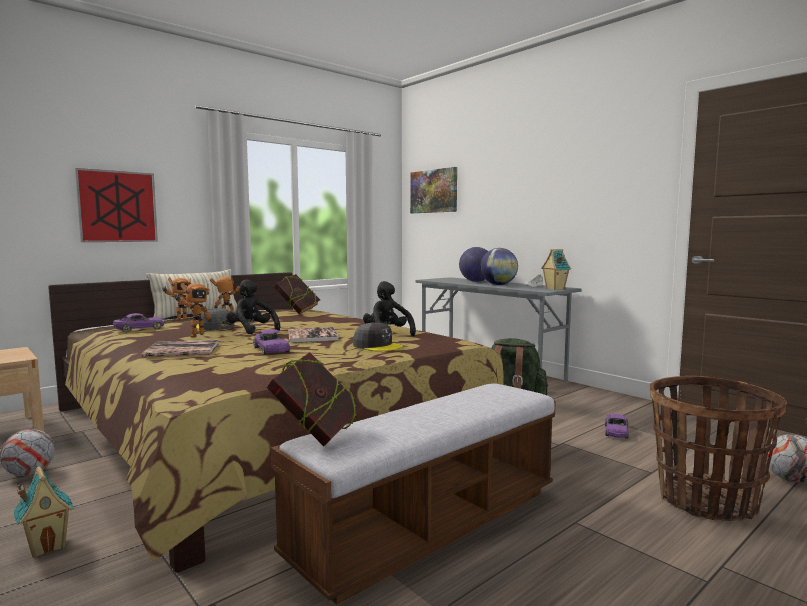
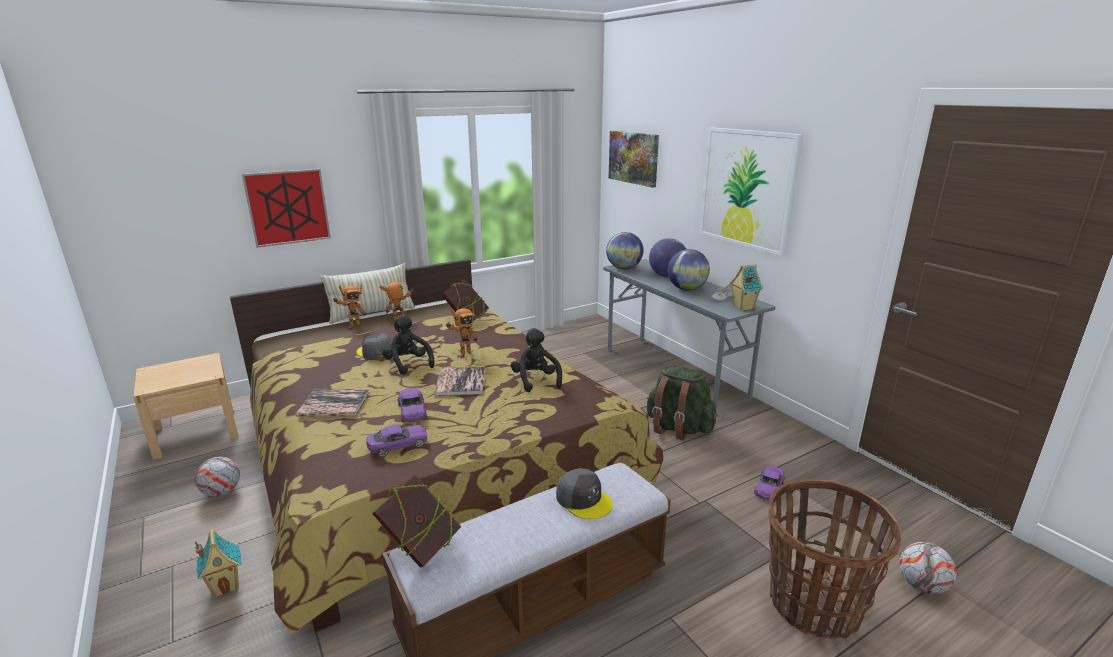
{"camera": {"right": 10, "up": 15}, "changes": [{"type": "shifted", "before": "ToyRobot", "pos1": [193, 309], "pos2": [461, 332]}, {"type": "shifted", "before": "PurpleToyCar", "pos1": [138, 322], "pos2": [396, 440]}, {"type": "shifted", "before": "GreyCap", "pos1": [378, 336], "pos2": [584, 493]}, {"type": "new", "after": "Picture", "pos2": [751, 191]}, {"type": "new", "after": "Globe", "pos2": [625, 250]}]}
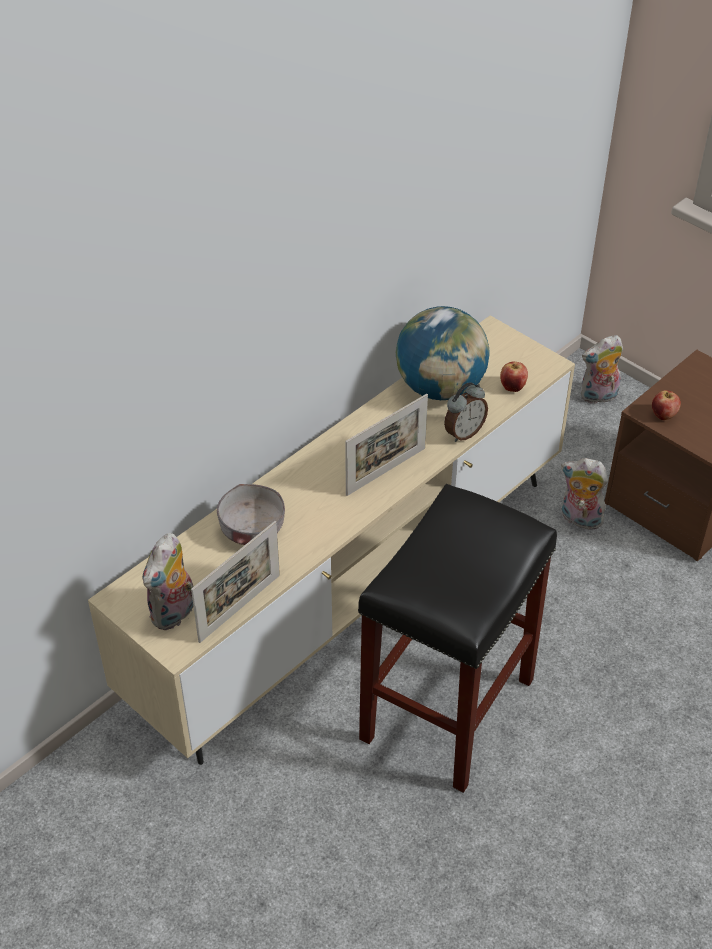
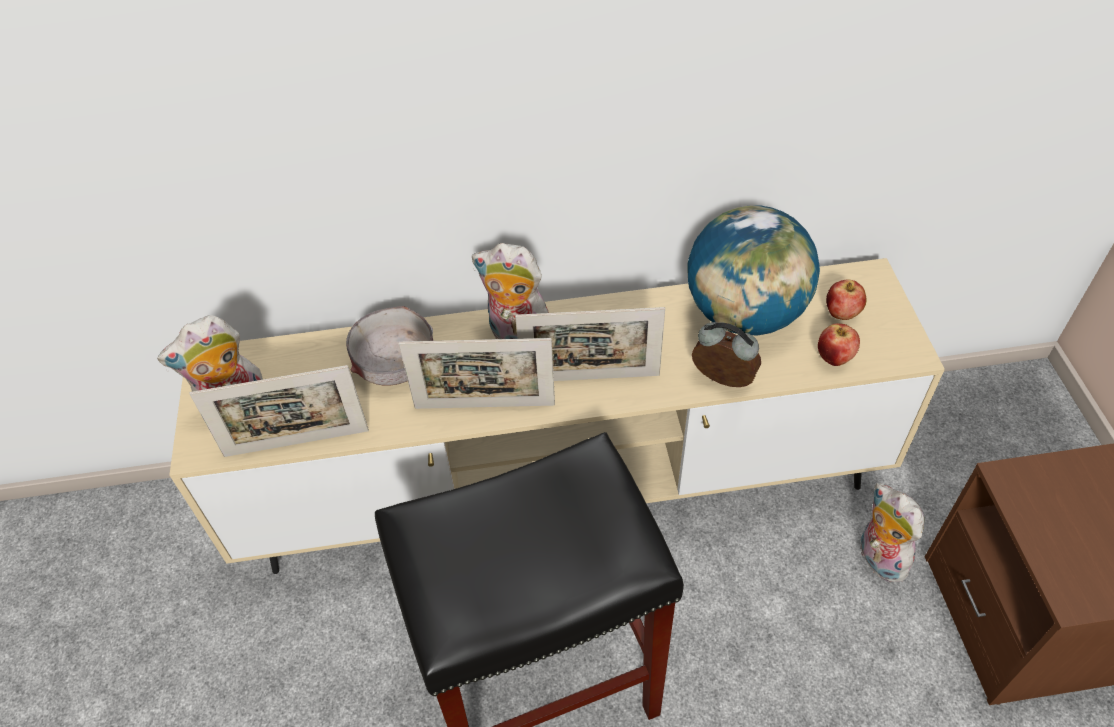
{"camera": {"right": 40, "up": 5}, "changes": [{"type": "shifted", "before": "PlushToy", "pos1": [602, 369], "pos2": [510, 291]}, {"type": "rotated", "before": "AlarmClock", "pos1": [466, 412], "pos2": [726, 354], "turn": -150}, {"type": "shifted", "before": "Apple", "pos1": [666, 405], "pos2": [846, 300]}, {"type": "new", "after": "PictureFrame", "pos2": [477, 373]}]}
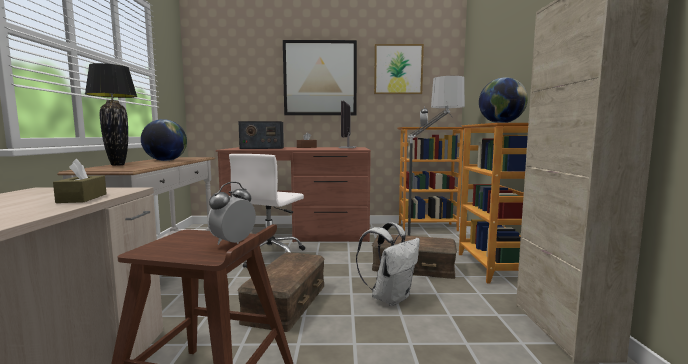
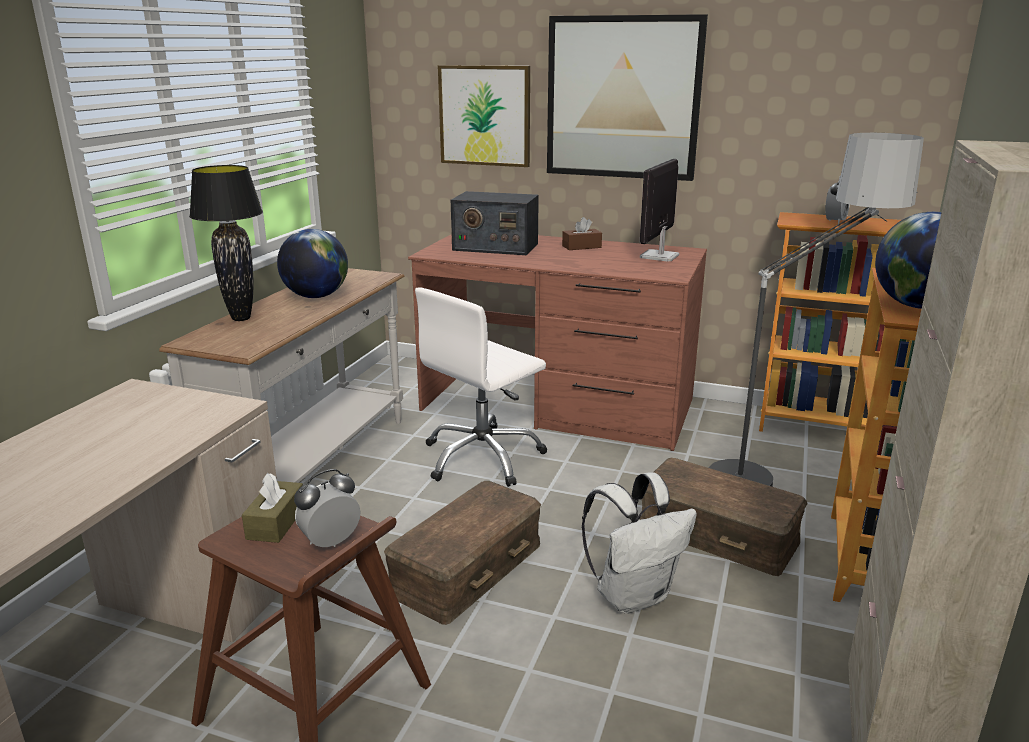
{"camera": {"right": 20, "up": 15}, "changes": [{"type": "shifted", "before": "Picture", "pos1": [399, 69], "pos2": [484, 116]}, {"type": "shifted", "before": "BrownTissueBox", "pos1": [80, 181], "pos2": [272, 508]}]}
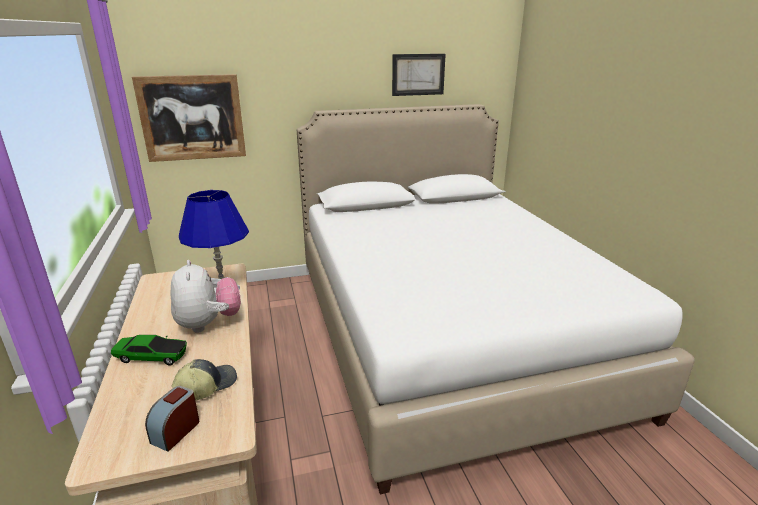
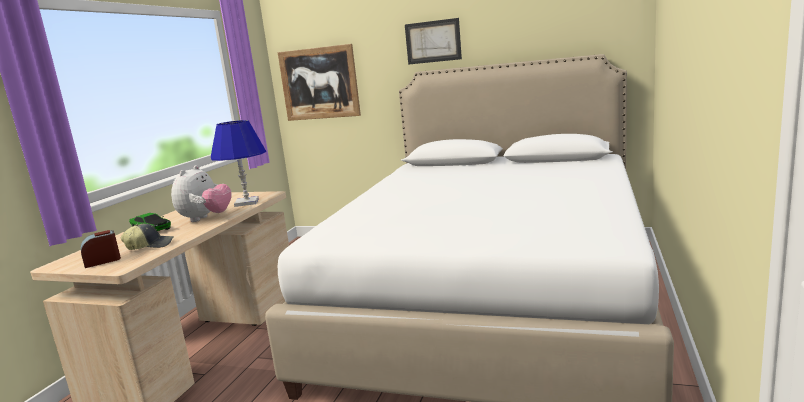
{"camera": {"right": 35, "up": -10}, "changes": [{"type": "shifted", "before": "Picture", "pos1": [419, 75], "pos2": [433, 41]}]}
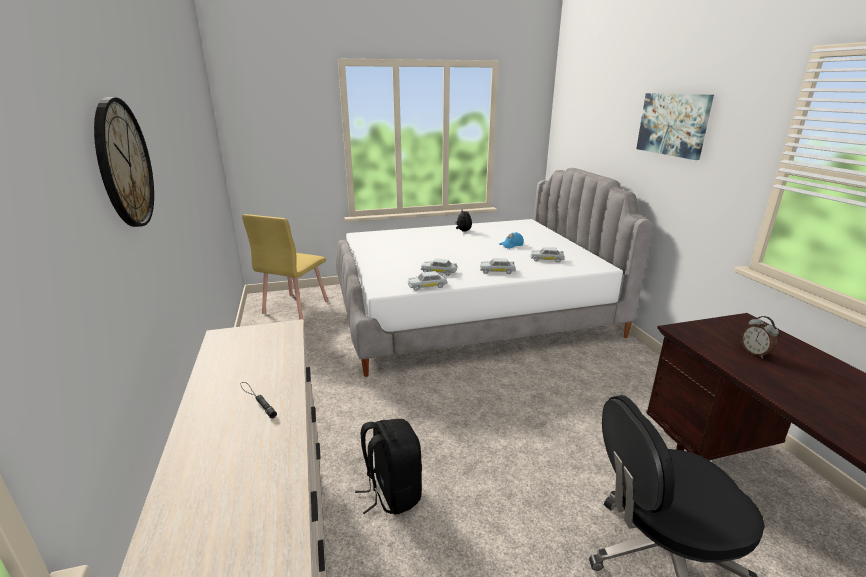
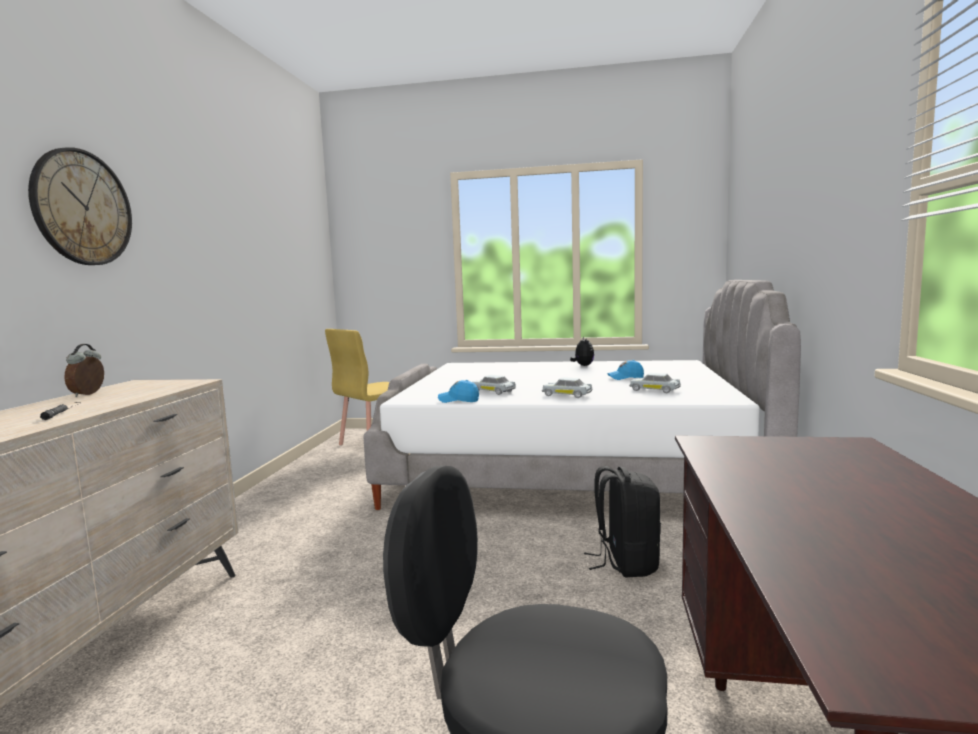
{"camera": {"right": 25, "up": -15}, "changes": [{"type": "gone", "before": "Picture", "pos1": [675, 126]}, {"type": "swapped", "before": "WhiteToyCar", "after": "BlueCap", "pos1": [427, 281], "pos2": [458, 391]}, {"type": "shifted", "before": "AlarmClock", "pos1": [760, 337], "pos2": [84, 370]}, {"type": "shifted", "before": "BlackBackpack", "pos1": [388, 467], "pos2": [622, 521]}]}
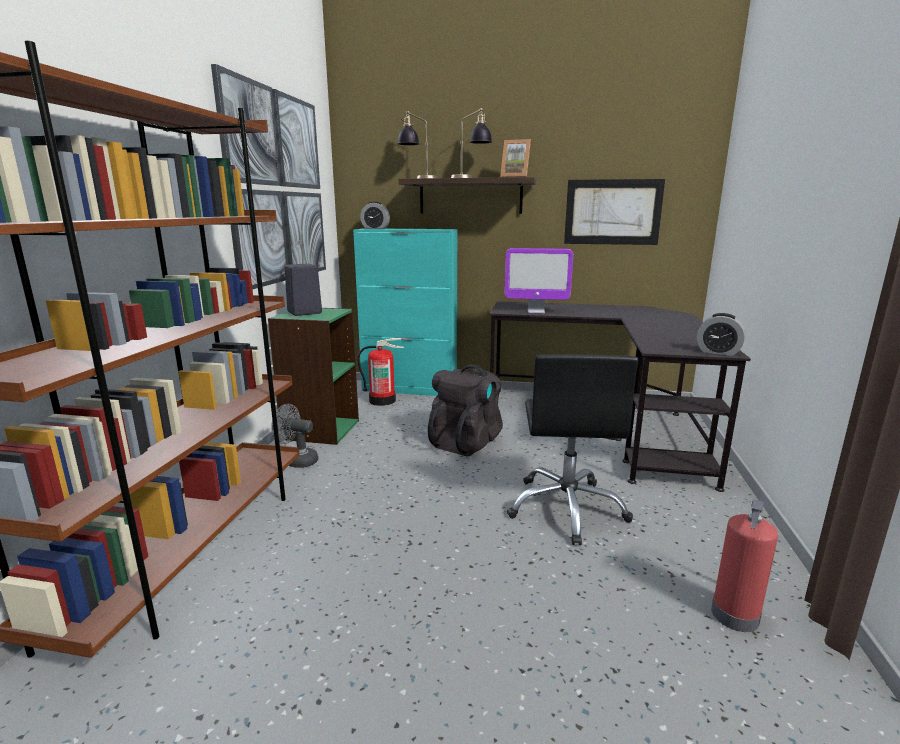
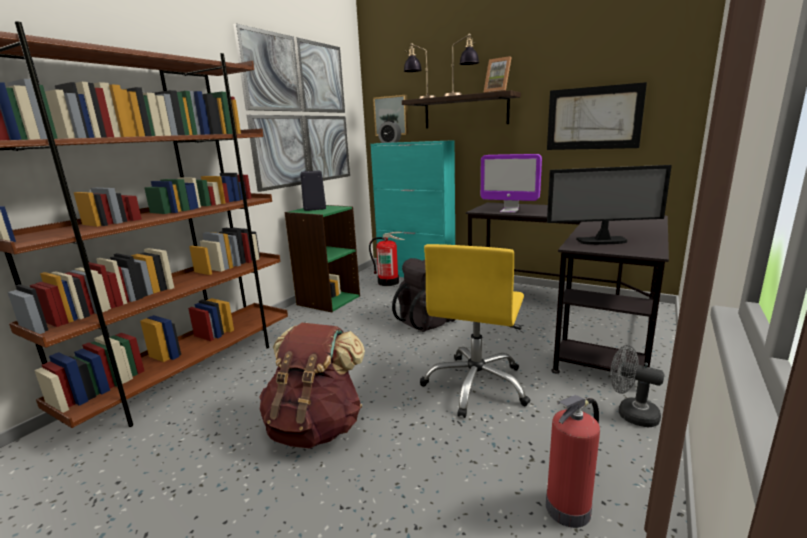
{"camera": {"right": 20, "up": 0}, "changes": [{"type": "gone", "before": "AlarmClock", "pos1": [721, 334]}, {"type": "repainted", "before": "BlackOfficeChair", "after": "YellowOfficeChair", "pos1": [572, 449], "pos2": [475, 331]}, {"type": "shifted", "before": "GreyFan", "pos1": [295, 436], "pos2": [637, 386]}, {"type": "new", "after": "Picture", "pos2": [391, 115]}, {"type": "new", "after": "Monitor", "pos2": [609, 205]}, {"type": "new", "after": "BrownBackpack", "pos2": [312, 386]}]}
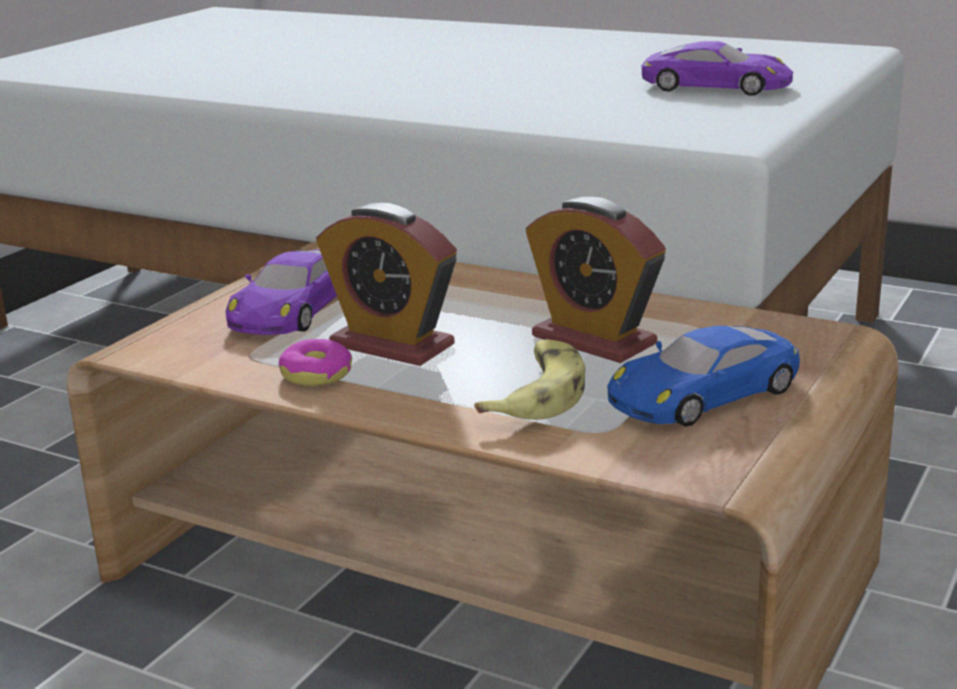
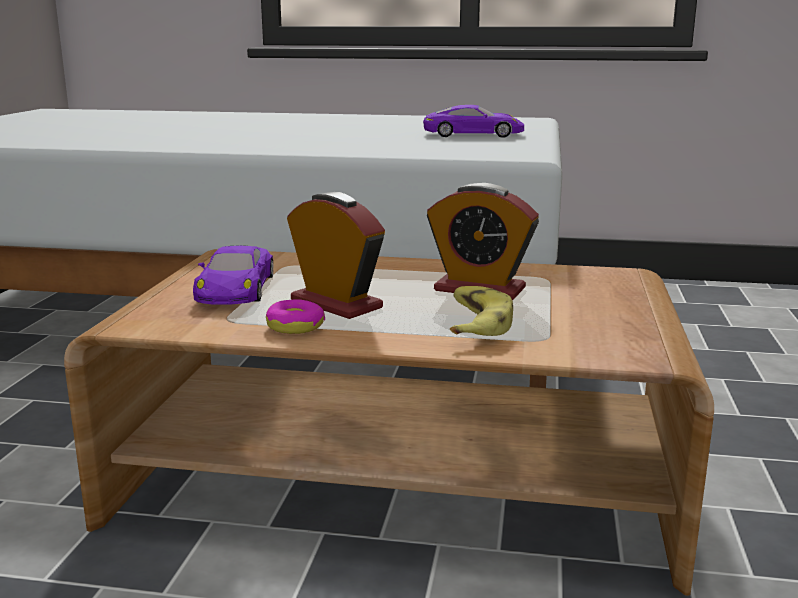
{"camera": {"right": -20, "up": -5}, "changes": [{"type": "rotated", "before": "AlarmClock", "pos1": [386, 284], "pos2": [336, 255], "turn": -150}, {"type": "gone", "before": "BlueToyCar", "pos1": [704, 376]}]}
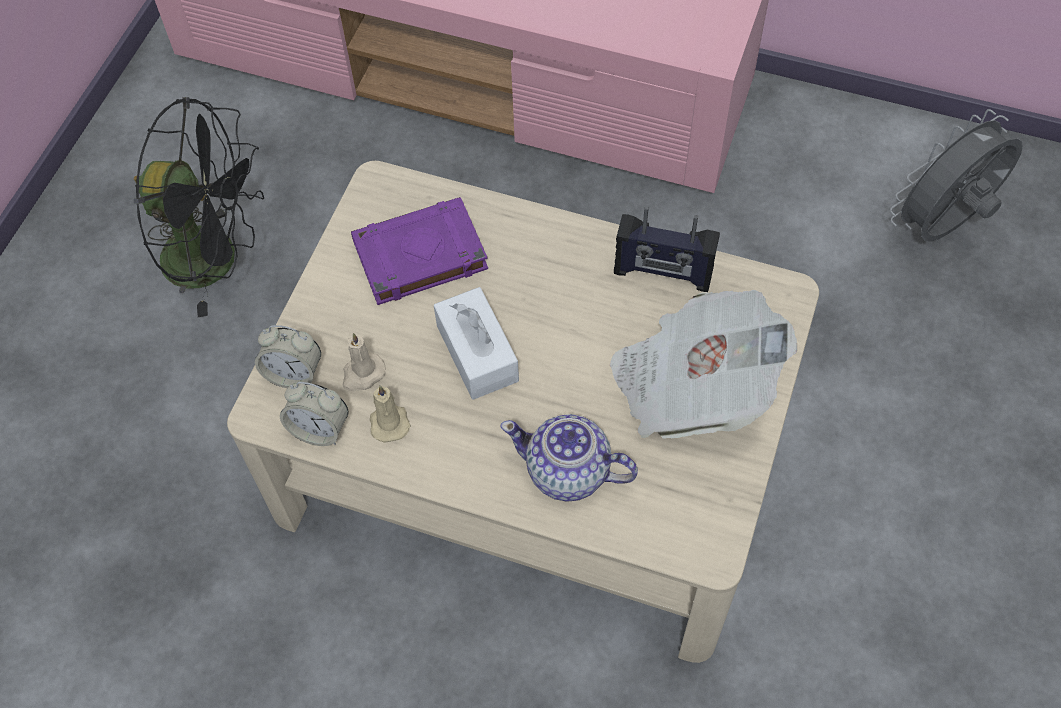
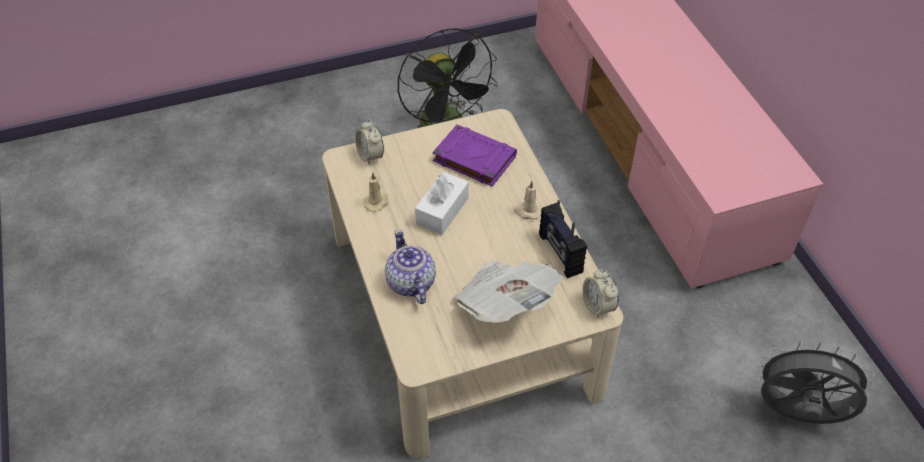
{"camera": {"right": 50, "up": -10}, "changes": [{"type": "shifted", "before": "BeigeCandle", "pos1": [364, 362], "pos2": [528, 200]}, {"type": "shifted", "before": "AlarmClock", "pos1": [314, 414], "pos2": [601, 294]}]}
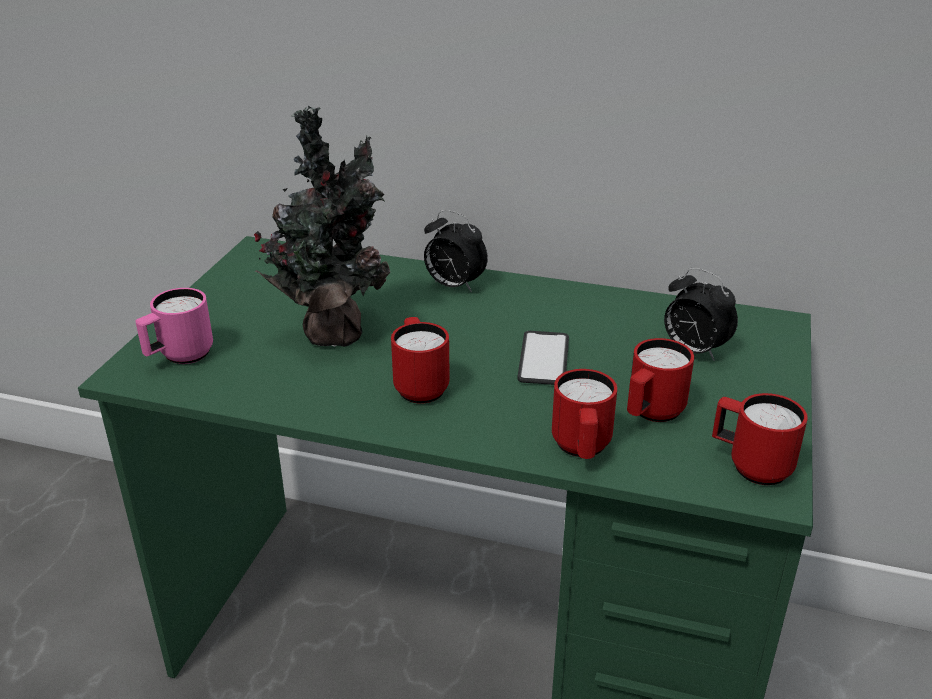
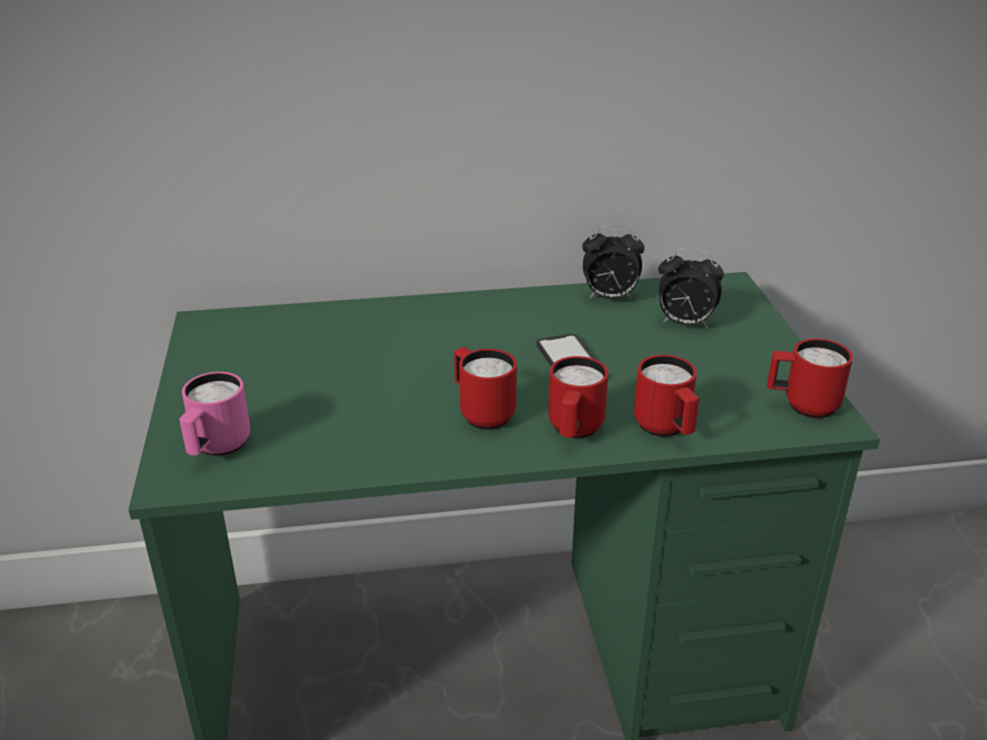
{"camera": {"right": -25, "up": 0}, "changes": [{"type": "gone", "before": "PottedPlant", "pos1": [322, 226]}, {"type": "shifted", "before": "AlarmClock", "pos1": [456, 251], "pos2": [613, 262]}, {"type": "shifted", "before": "RedMug", "pos1": [660, 380], "pos2": [578, 397]}]}
